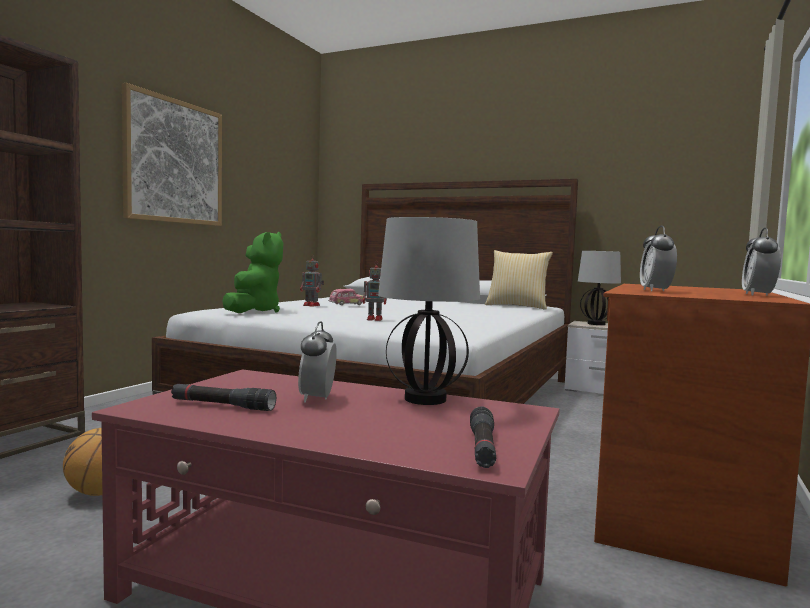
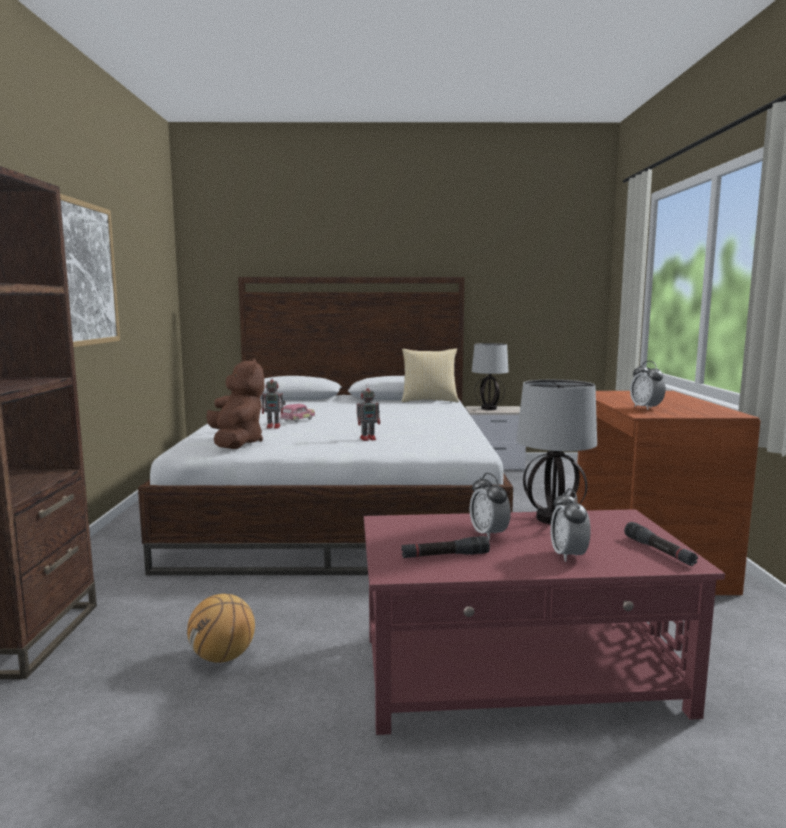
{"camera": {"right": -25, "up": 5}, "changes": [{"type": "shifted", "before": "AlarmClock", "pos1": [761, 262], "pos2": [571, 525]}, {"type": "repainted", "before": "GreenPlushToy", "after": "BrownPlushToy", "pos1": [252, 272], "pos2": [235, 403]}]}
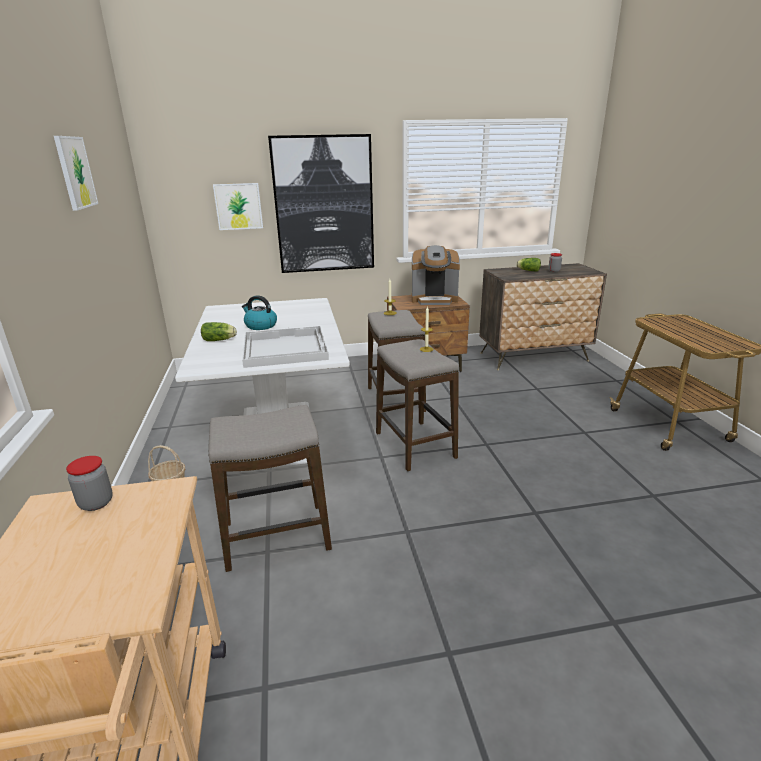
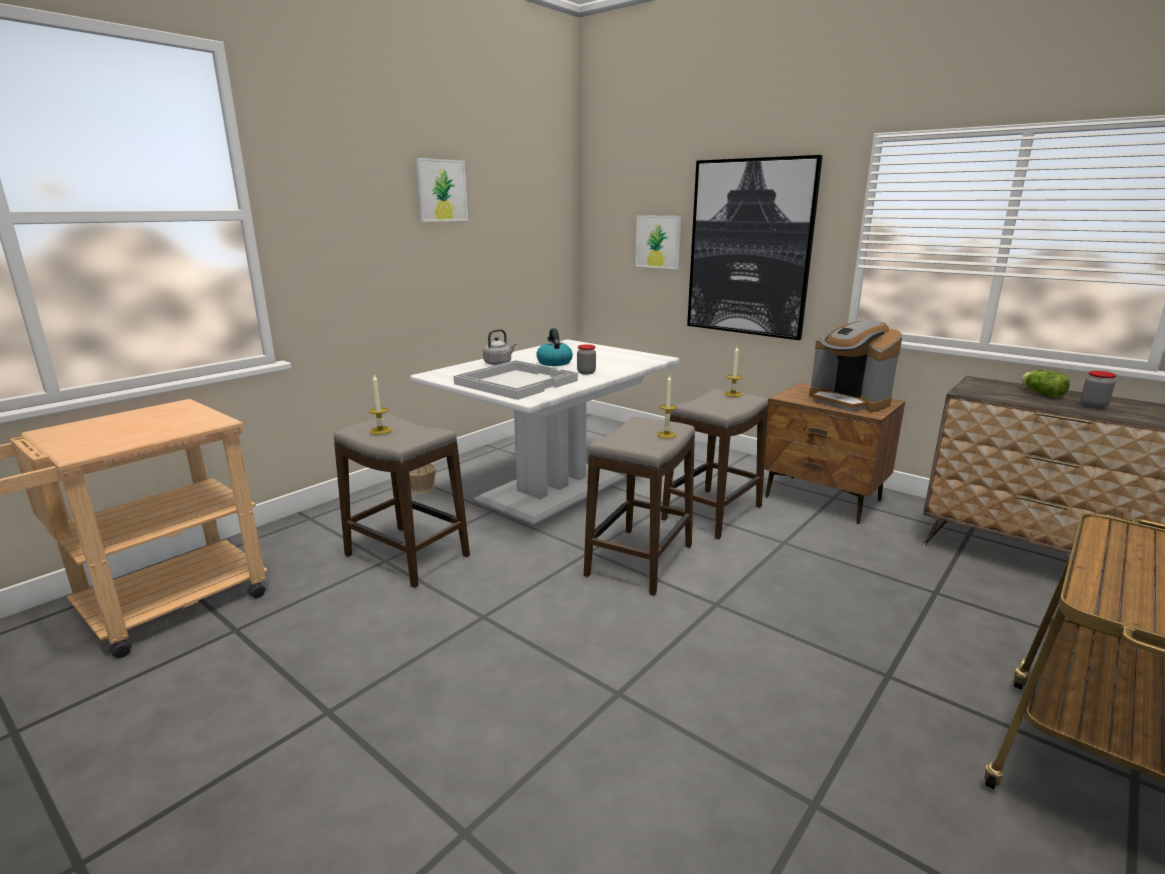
{"camera": {"right": 50, "up": -5}, "changes": [{"type": "swapped", "before": "Lettuce", "after": "GreyKettle", "pos1": [219, 331], "pos2": [500, 347]}, {"type": "shifted", "before": "Jar", "pos1": [89, 483], "pos2": [586, 359]}, {"type": "new", "after": "Candle", "pos2": [380, 404]}]}
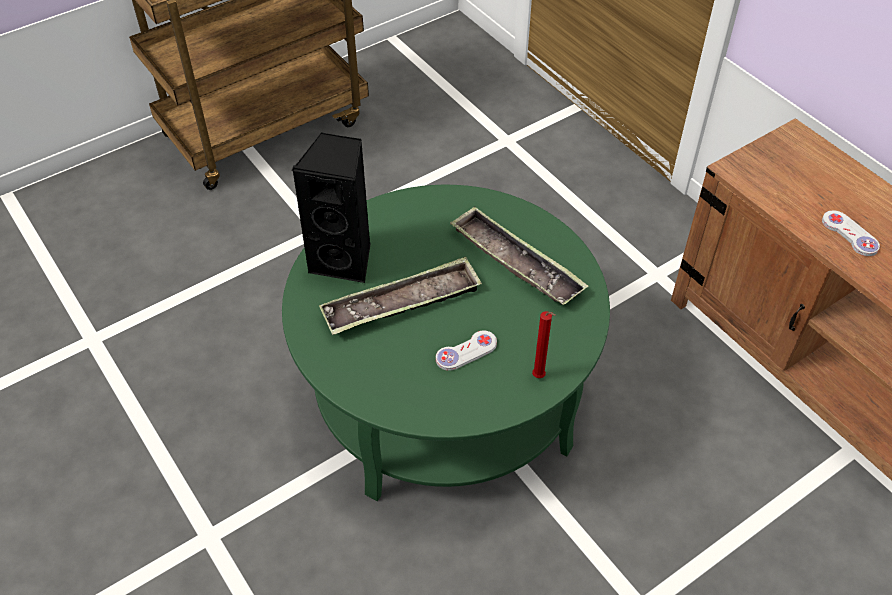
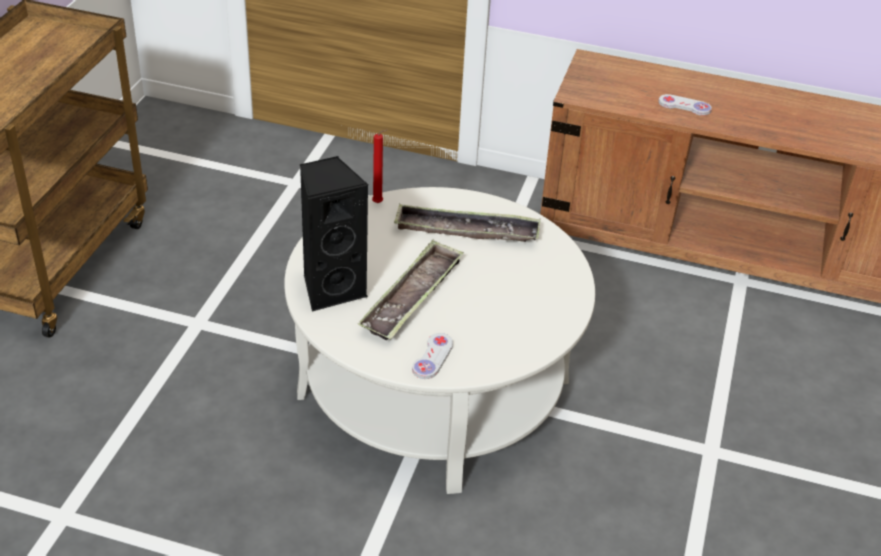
{"camera": {"right": -40, "up": -10}, "changes": [{"type": "repainted", "before": "GreenCoffeeTable", "after": "WhiteCoffeeTable", "pos1": [446, 343], "pos2": [439, 340]}, {"type": "shifted", "before": "RedCandle", "pos1": [544, 344], "pos2": [380, 166]}, {"type": "shifted", "before": "WhiteGameController", "pos1": [466, 350], "pos2": [432, 356]}]}
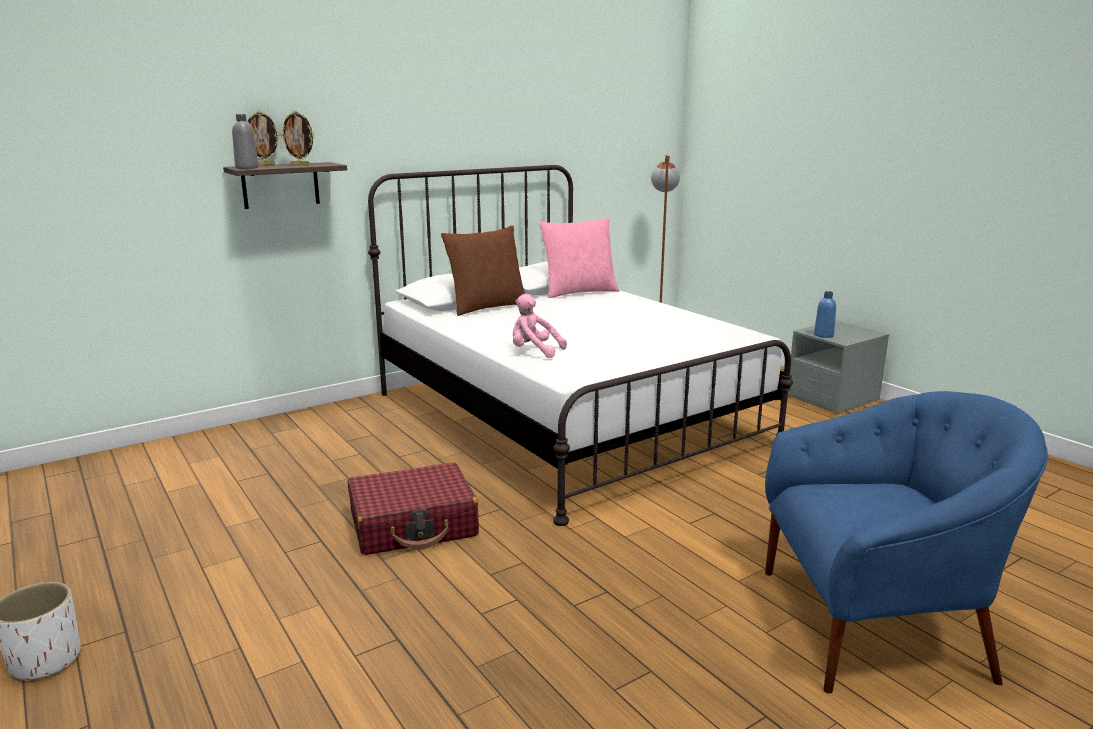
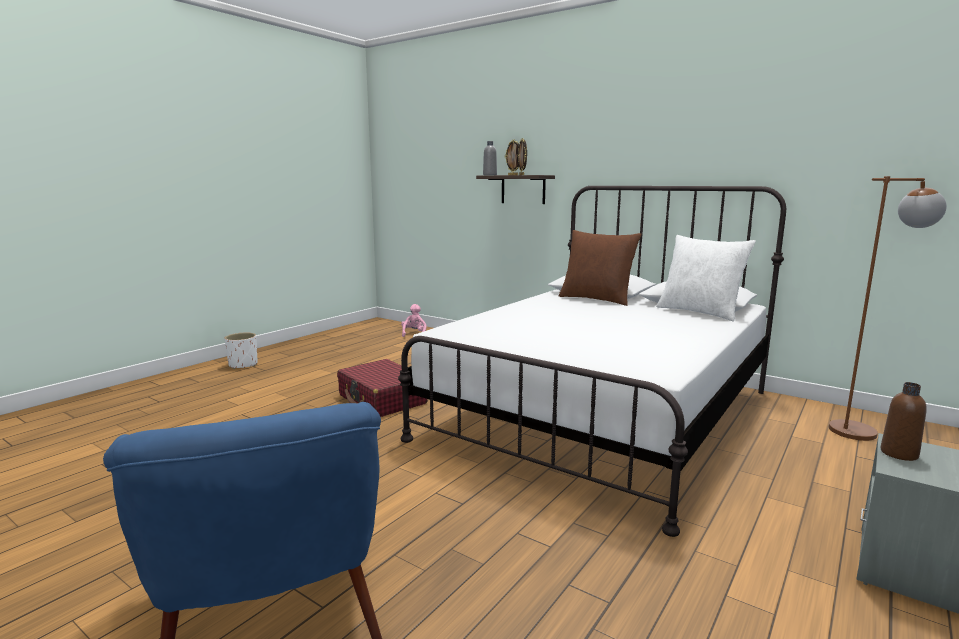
{"camera": {"right": 70, "up": -5}, "changes": [{"type": "repainted", "before": "PinkPillow", "after": "WhitePillow", "pos1": [579, 257], "pos2": [706, 278]}, {"type": "repainted", "before": "BlueBottle", "after": "BrownBottle", "pos1": [825, 314], "pos2": [903, 421]}, {"type": "shifted", "before": "PinkPlushToy", "pos1": [540, 326], "pos2": [413, 320]}]}
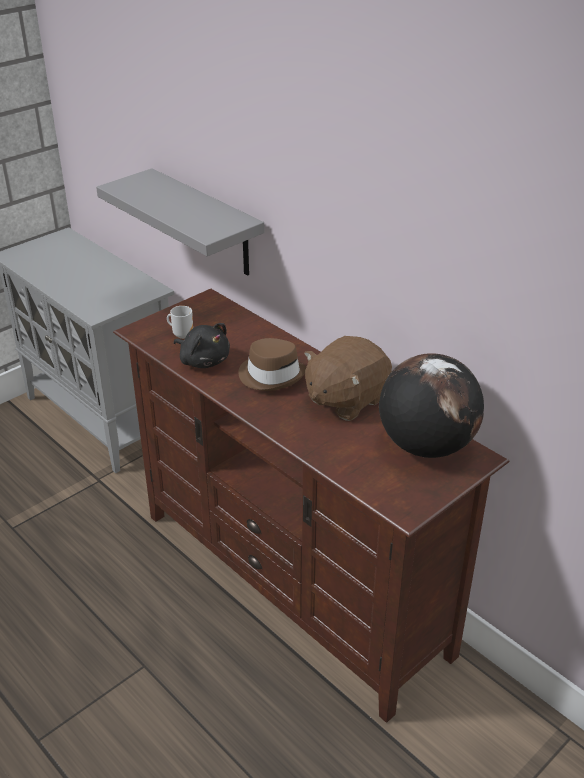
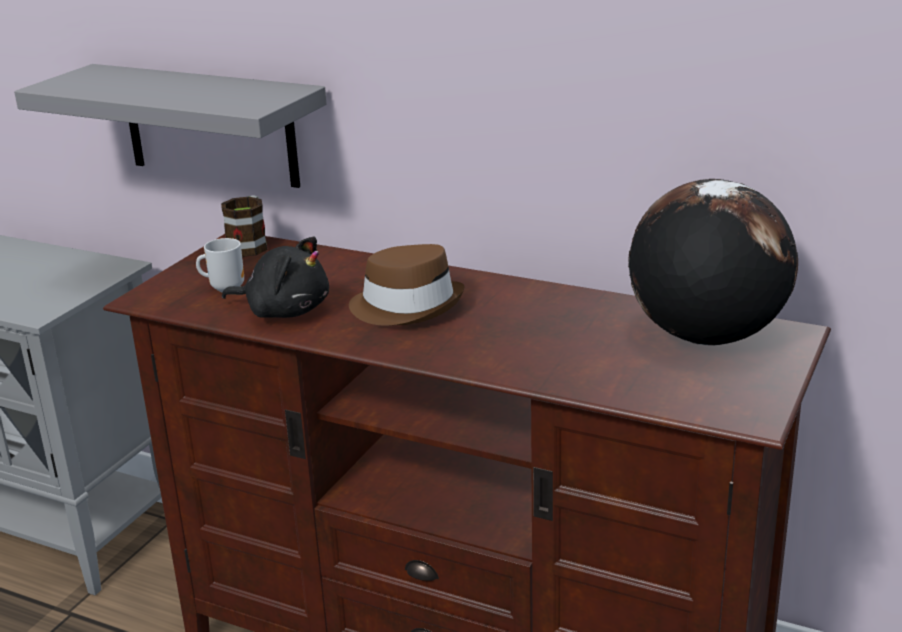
{"camera": {"right": -20, "up": -10}, "changes": [{"type": "gone", "before": "BrownPlushToy", "pos1": [348, 378]}, {"type": "new", "after": "Mug", "pos2": [244, 226]}]}
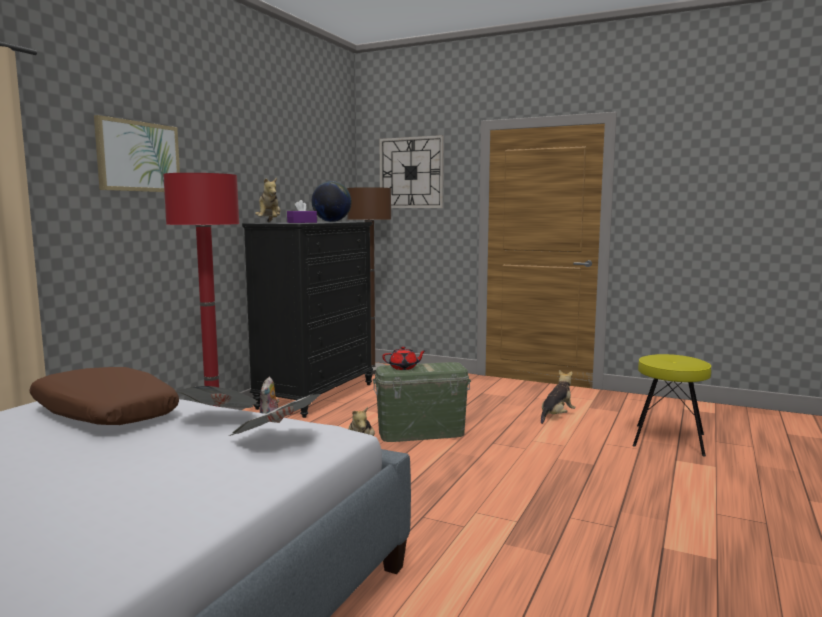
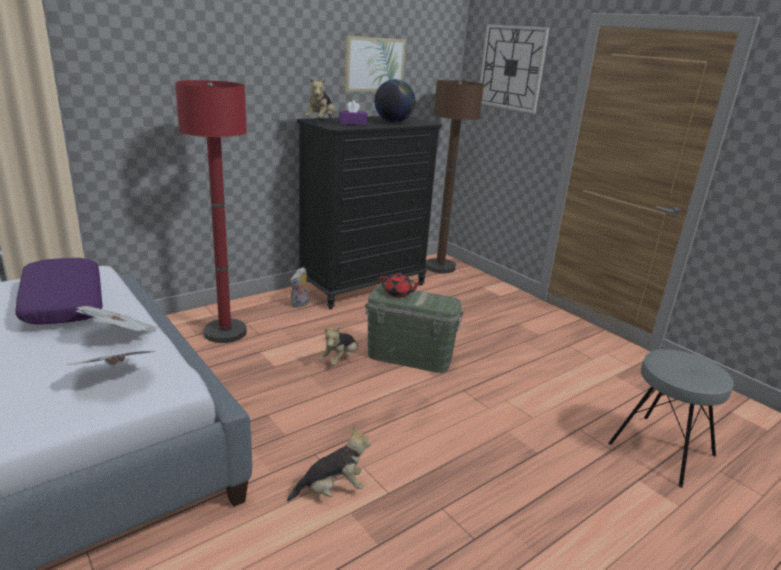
{"camera": {"right": 25, "up": 15}, "changes": [{"type": "shifted", "before": "Picture", "pos1": [137, 153], "pos2": [375, 64]}, {"type": "repainted", "before": "YellowStool", "after": "GreyStool", "pos1": [672, 405], "pos2": [670, 418]}, {"type": "repainted", "before": "BrownPillow", "after": "PurplePillow", "pos1": [104, 396], "pos2": [59, 291]}, {"type": "shifted", "before": "PlushToy", "pos1": [558, 397], "pos2": [329, 464]}]}
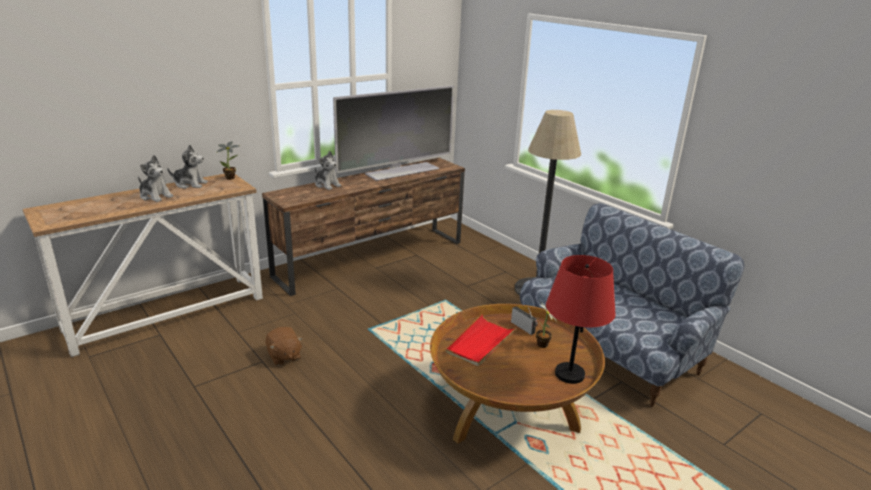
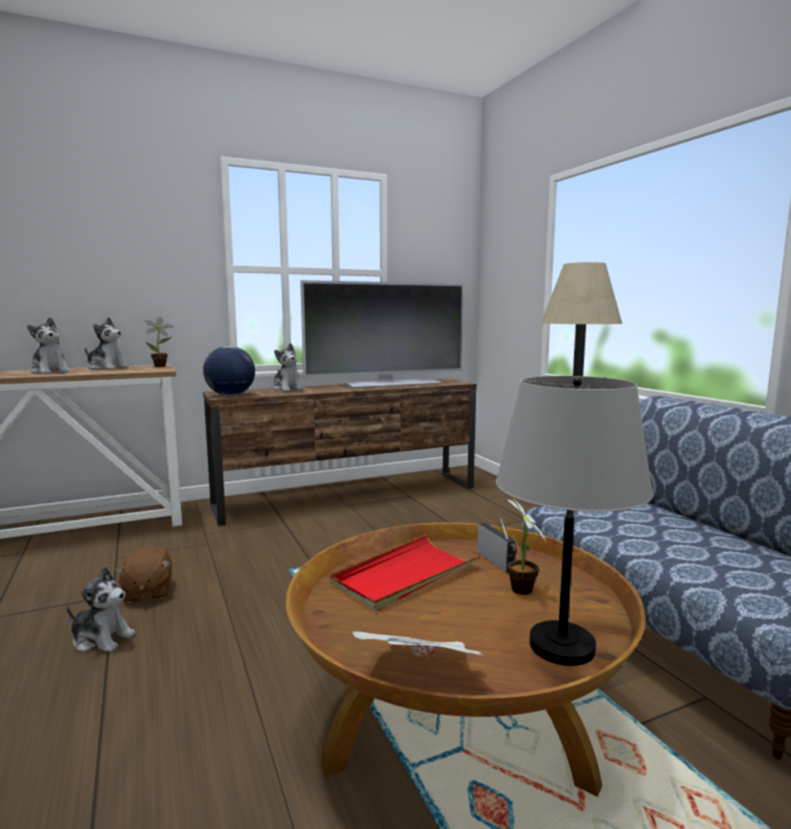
{"camera": {"right": 15, "up": -15}, "changes": [{"type": "repainted", "before": "RedTableLamp", "after": "GreyTableLamp", "pos1": [581, 319], "pos2": [574, 521]}, {"type": "new", "after": "Globe", "pos2": [229, 371]}, {"type": "new", "after": "PlushToy", "pos2": [101, 609]}, {"type": "new", "after": "Newspaper", "pos2": [418, 644]}]}
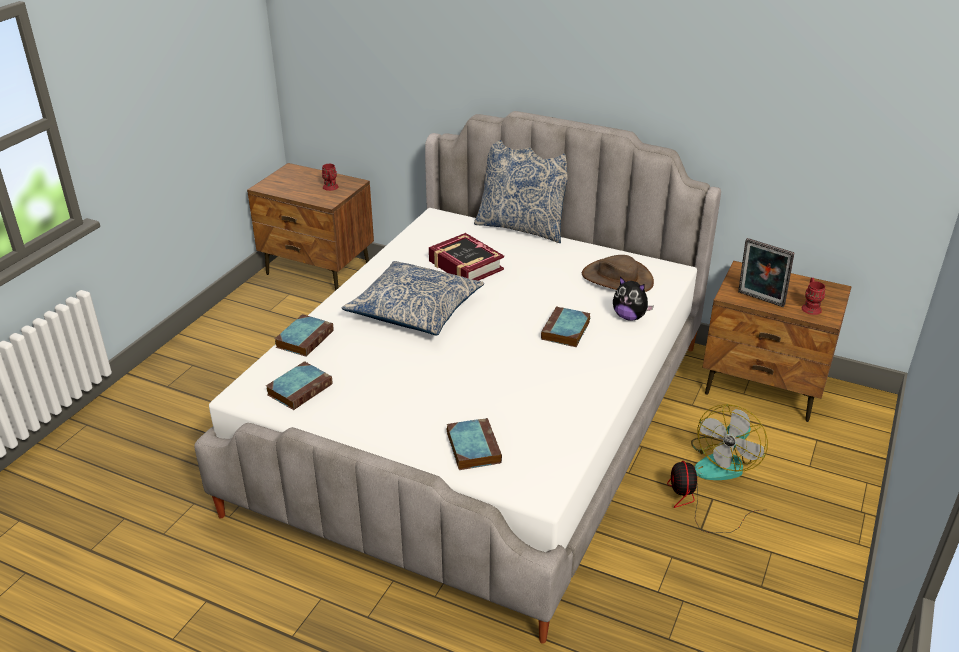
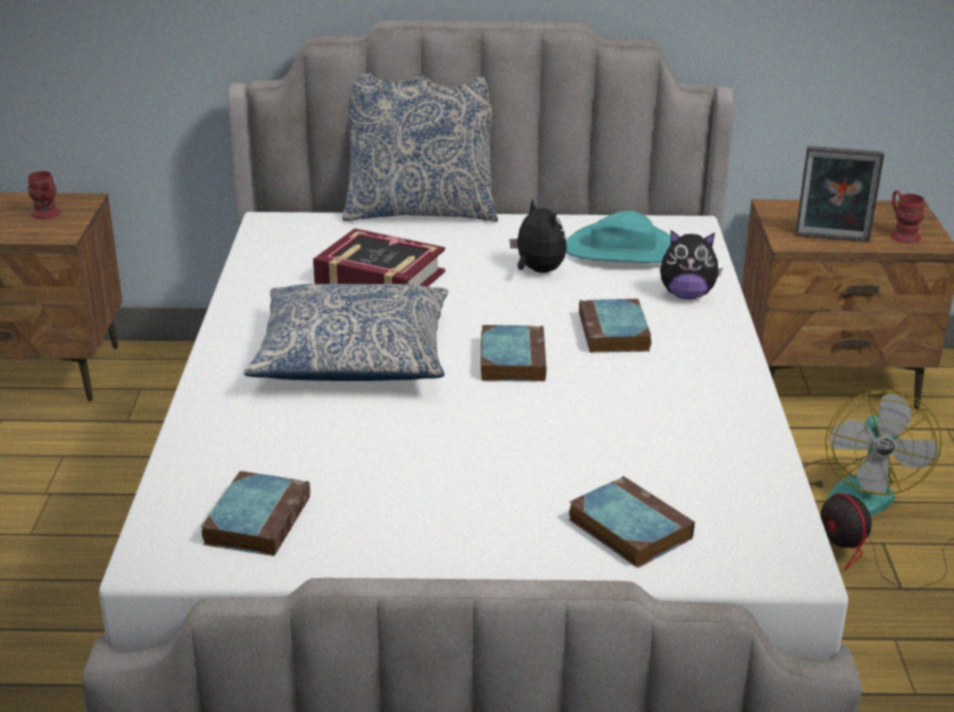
{"camera": {"right": -25, "up": -5}, "changes": [{"type": "repainted", "before": "BrownHat", "after": "TurquoiseHat", "pos1": [618, 273], "pos2": [618, 237]}, {"type": "shifted", "before": "Book", "pos1": [304, 335], "pos2": [513, 353]}, {"type": "new", "after": "PlushToy", "pos2": [538, 235]}]}
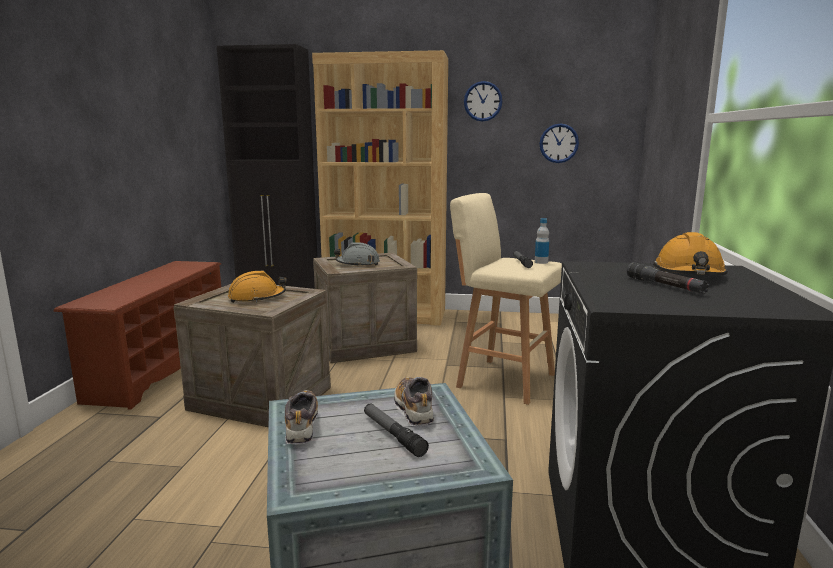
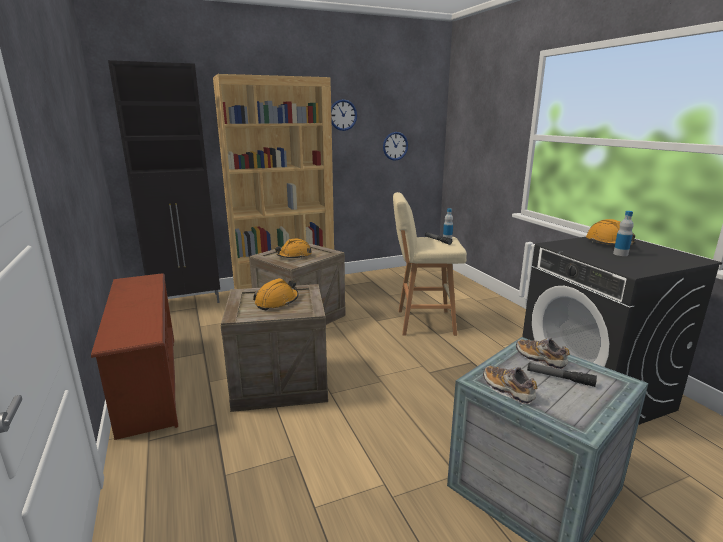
{"camera": {"right": -30, "up": 5}, "changes": [{"type": "repainted", "before": "GreyHardHat", "after": "OrangeHardHat", "pos1": [357, 254], "pos2": [293, 249]}, {"type": "swapped", "before": "BlackFlashlight", "after": "Bottle", "pos1": [668, 278], "pos2": [623, 233]}]}
